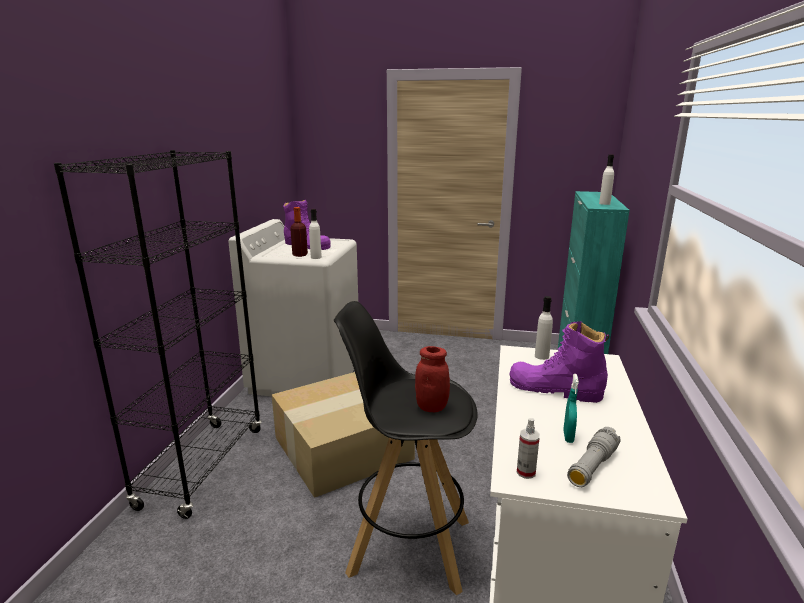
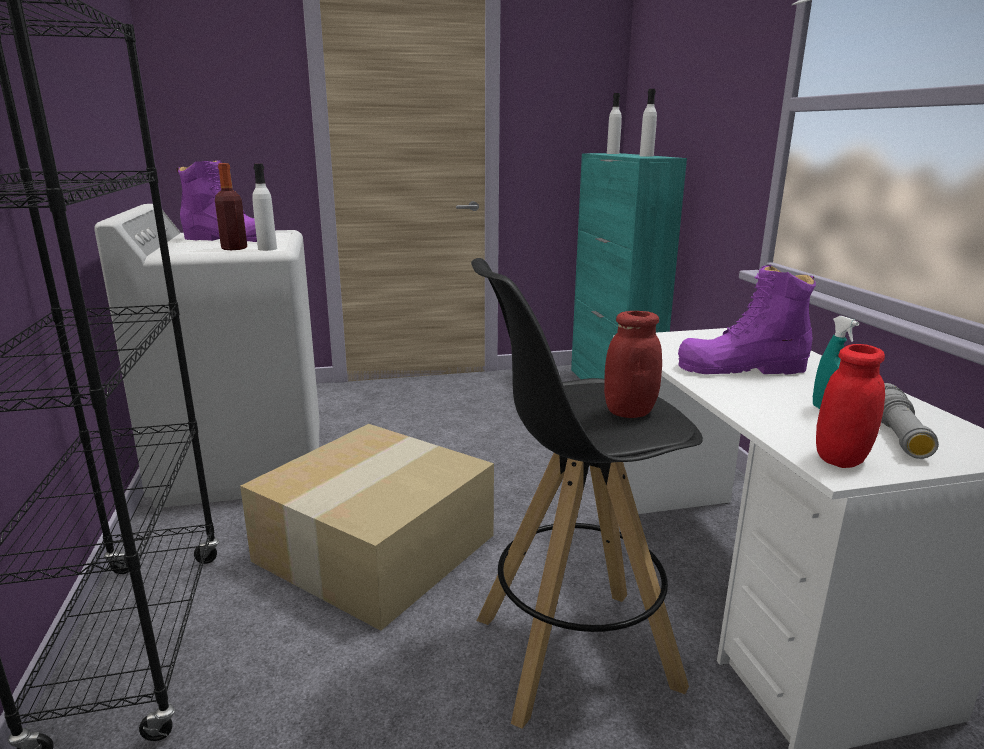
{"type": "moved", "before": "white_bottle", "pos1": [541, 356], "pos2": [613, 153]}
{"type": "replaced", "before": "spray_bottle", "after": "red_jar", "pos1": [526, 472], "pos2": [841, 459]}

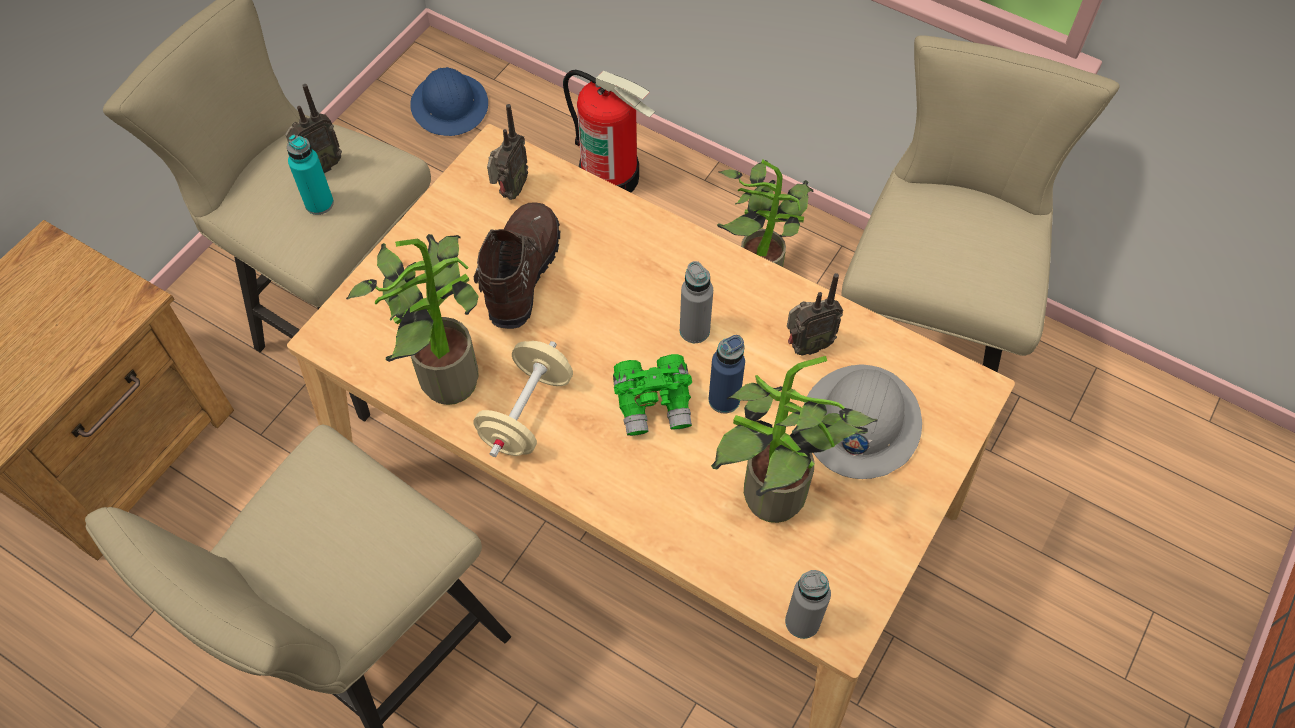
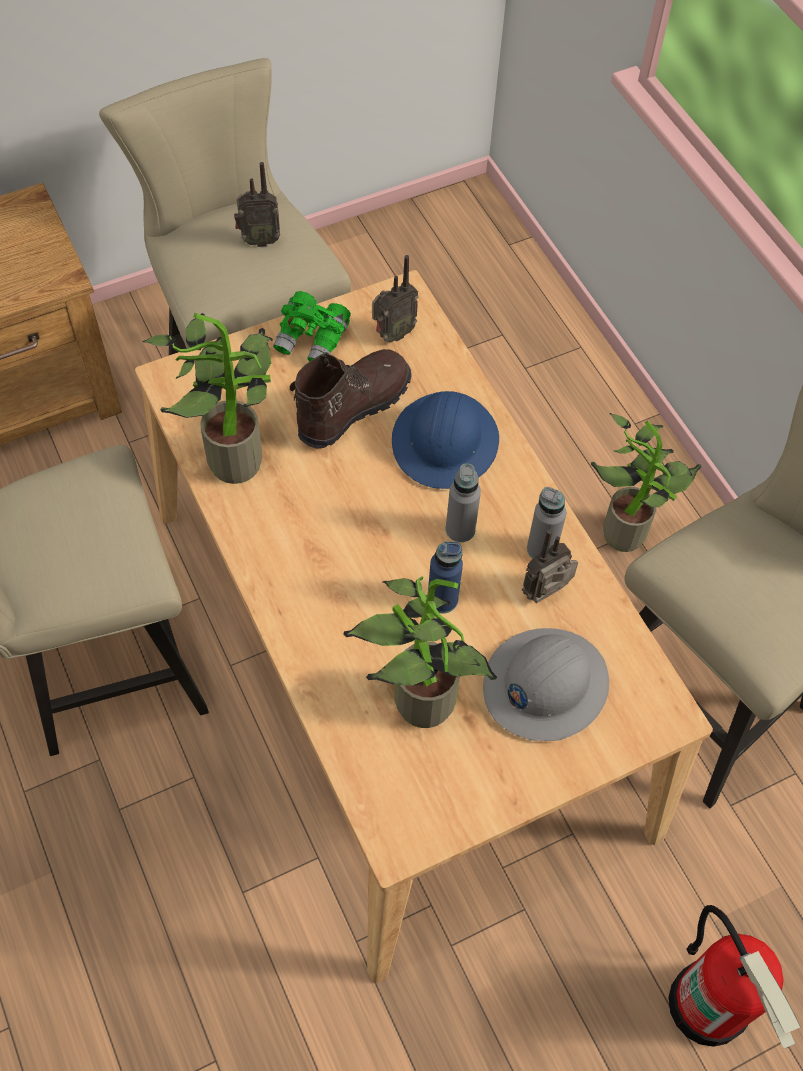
{"type": "moved", "before": "green_binoculars", "pos1": [654, 404], "pos2": [313, 340]}
{"type": "moved", "before": "blue_hard_hat", "pos1": [450, 106], "pos2": [445, 442]}
{"type": "turned", "before": "radio", "pos1": [806, 345], "pos2": [546, 594], "turn": 135}
{"type": "moved", "before": "grey_bottle", "pos1": [802, 621], "pos2": [541, 549]}
{"type": "moved", "before": "fire_extinguisher", "pos1": [610, 176], "pos2": [709, 1004]}
{"type": "removed", "before": "turquoise_bottle", "pos1": [319, 203]}
{"type": "removed", "before": "beige_dumbbell", "pos1": [526, 413]}

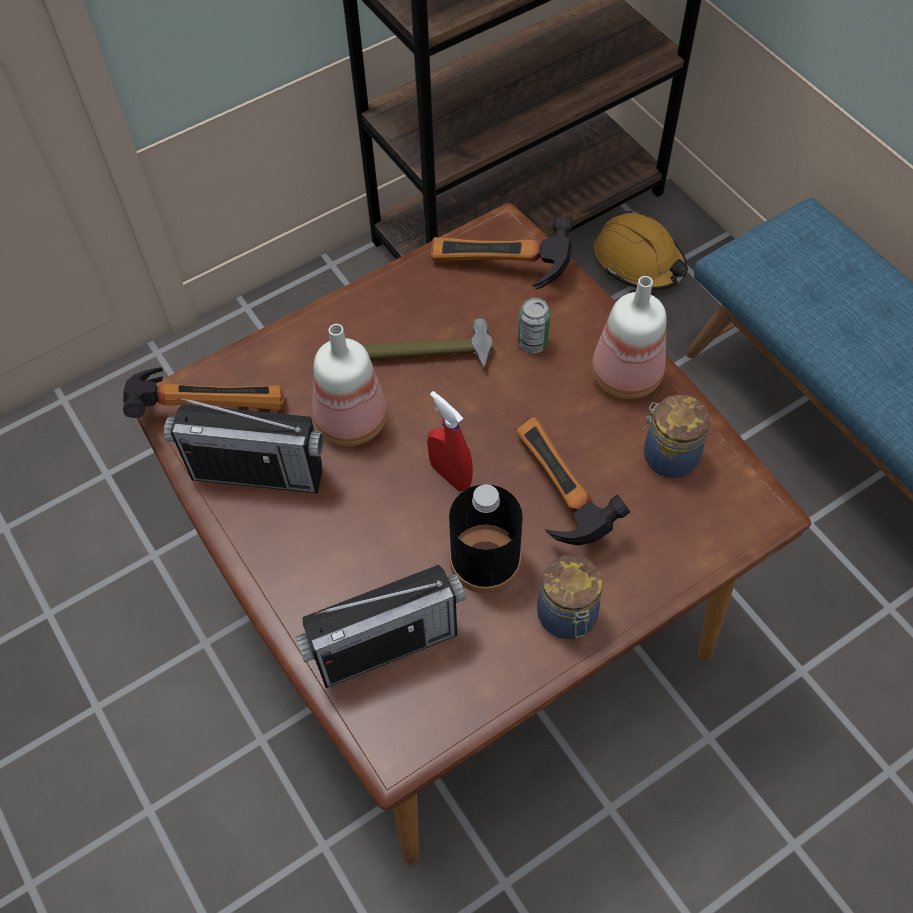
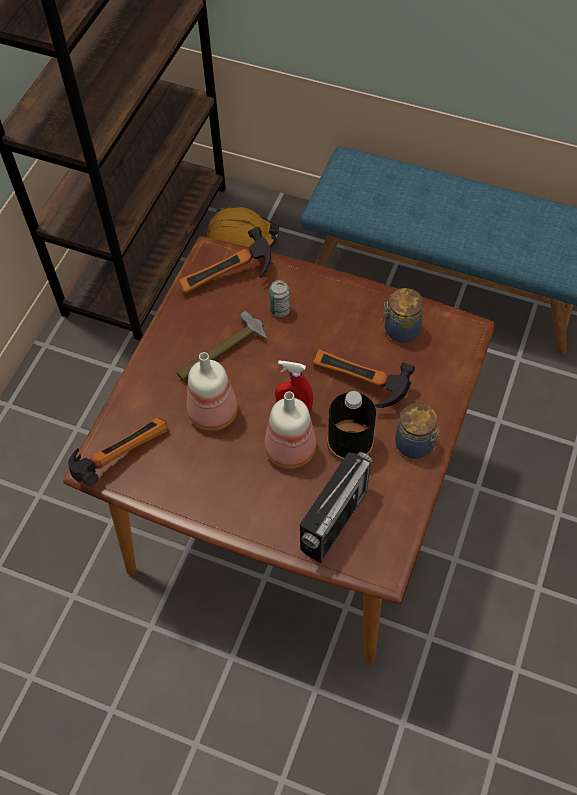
{"type": "moved", "before": "bottle", "pos1": [623, 376], "pos2": [289, 451]}
{"type": "removed", "before": "radio", "pos1": [258, 472]}

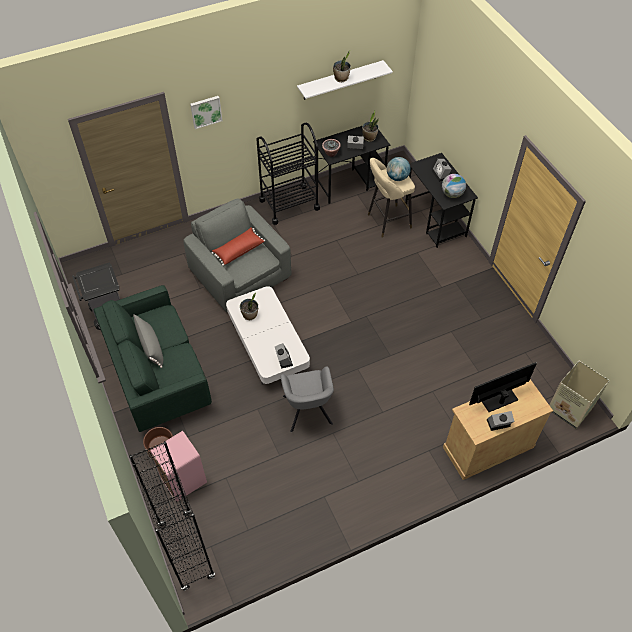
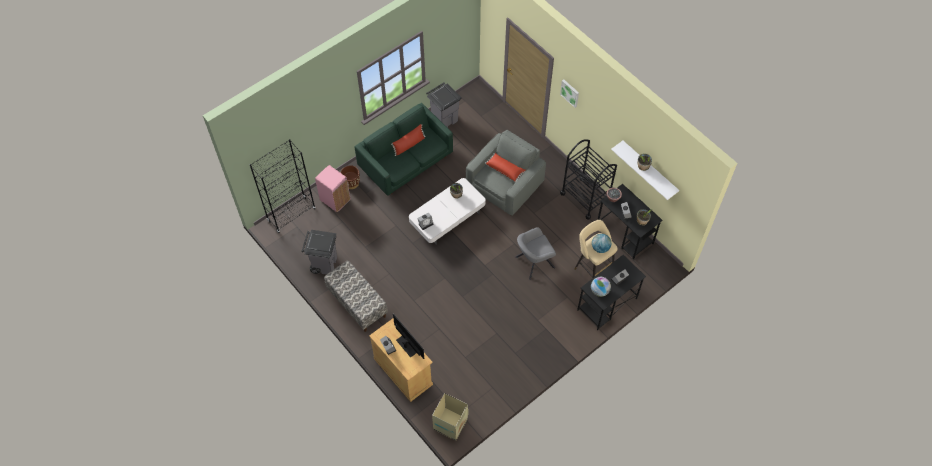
{"type": "added", "after": "grey_trash_can", "pos2": [324, 263]}
{"type": "added", "after": "bench", "pos2": [357, 303]}
{"type": "recoloured", "before": "grey_pillow", "after": "red_pillow", "pos1": [151, 346], "pos2": [409, 145]}
{"type": "moved", "before": "grey_armchair", "pos1": [308, 412], "pos2": [533, 263]}

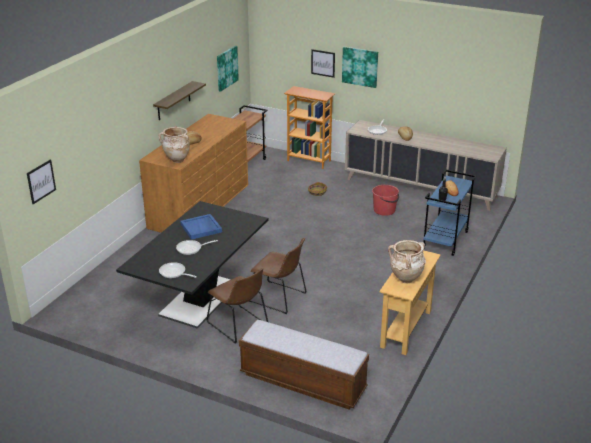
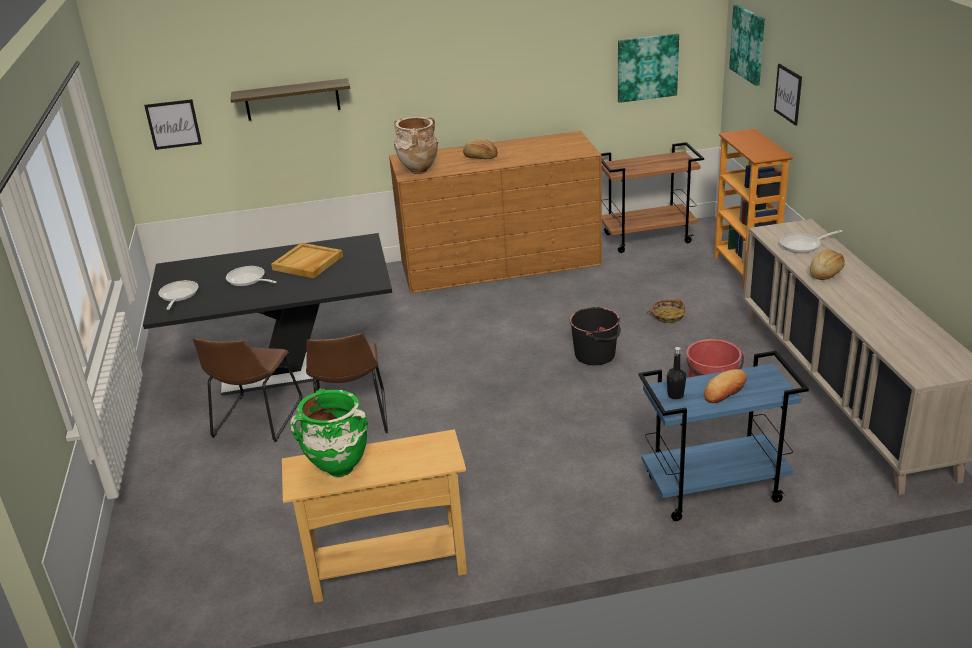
{"type": "moved", "before": "shelf", "pos1": [174, 101], "pos2": [292, 99]}
{"type": "recoloured", "before": "blue_tray", "after": "beige_tray", "pos1": [201, 228], "pos2": [308, 263]}
{"type": "recoloured", "before": "beige_vase", "after": "green_vase", "pos1": [405, 280], "pos2": [338, 469]}
{"type": "added", "after": "black_bucket", "pos2": [595, 355]}
{"type": "moved", "before": "picture", "pos1": [360, 66], "pos2": [748, 44]}
{"type": "removed", "before": "bench", "pos1": [302, 381]}

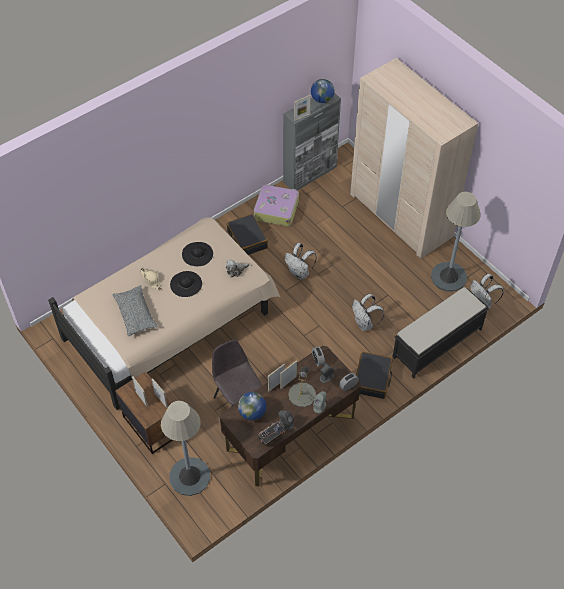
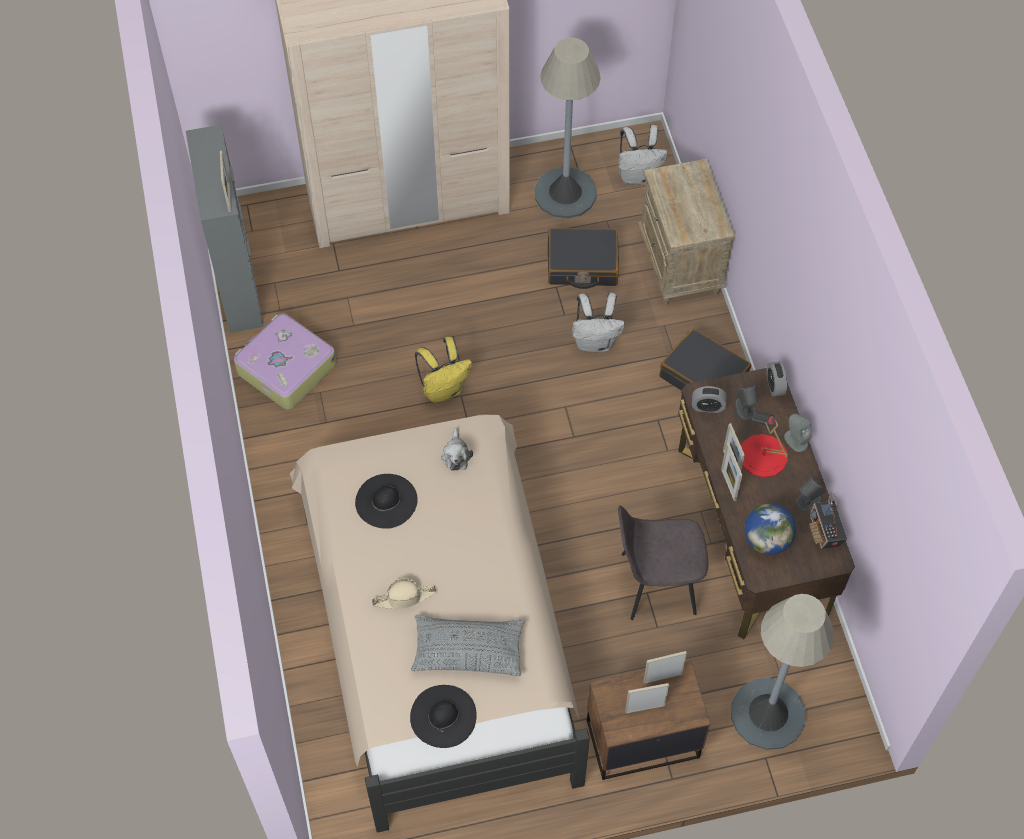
{"type": "moved", "before": "black_hat", "pos1": [186, 284], "pos2": [443, 716]}
{"type": "recoloured", "before": "white_backpack", "after": "yellow_backpack", "pos1": [300, 273], "pos2": [443, 389]}
{"type": "moved", "before": "black_suitcase", "pos1": [247, 239], "pos2": [582, 265]}
{"type": "replaced", "before": "black_bench", "after": "beige_nightstand", "pos1": [436, 343], "pos2": [680, 265]}
{"type": "recoloured", "before": "grey_table_lamp", "after": "red_table_lamp", "pos1": [302, 394], "pos2": [762, 456]}
{"type": "removed", "before": "globe", "pos1": [322, 100]}

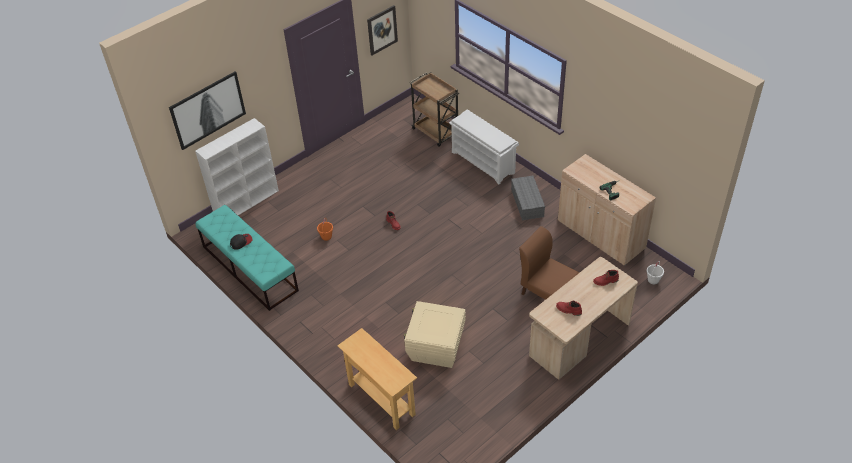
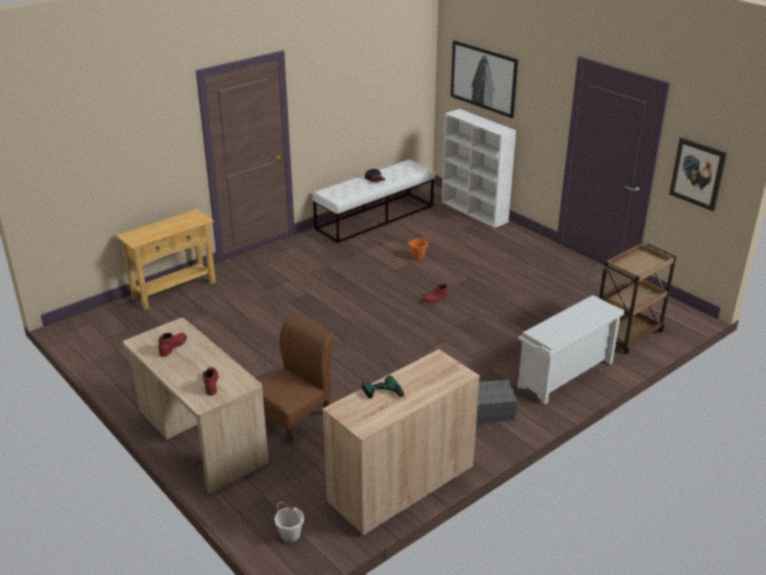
{"type": "recoloured", "before": "turquoise_bench", "after": "white_bench", "pos1": [249, 268], "pos2": [375, 217]}
{"type": "removed", "before": "beige_storage_box", "pos1": [435, 348]}

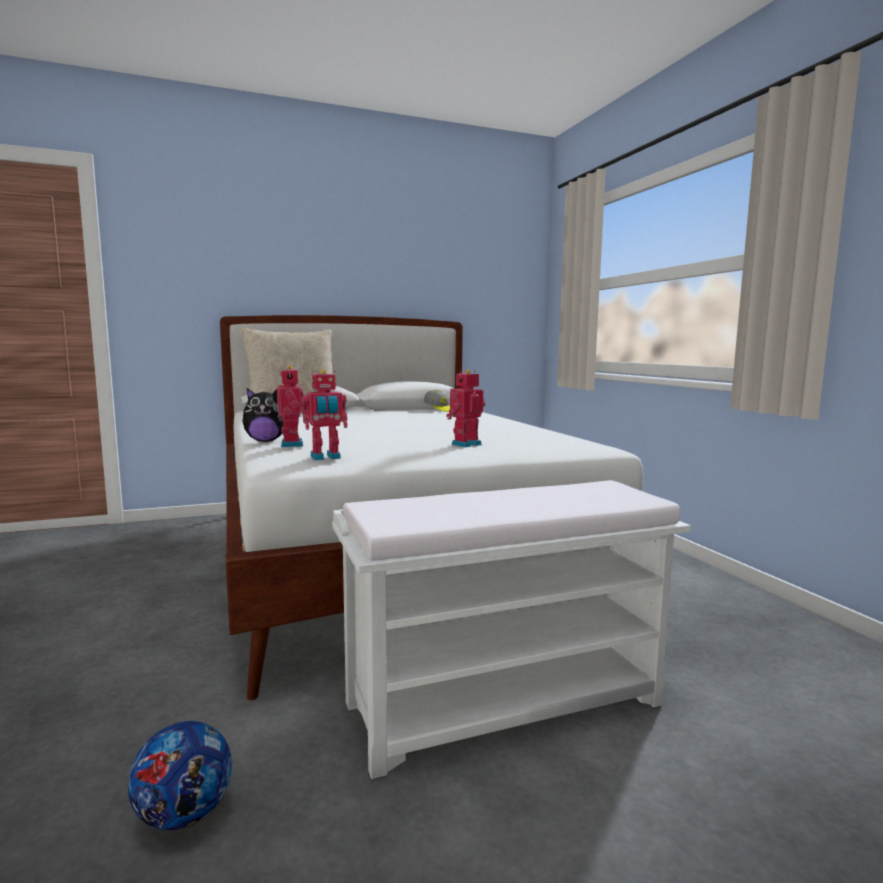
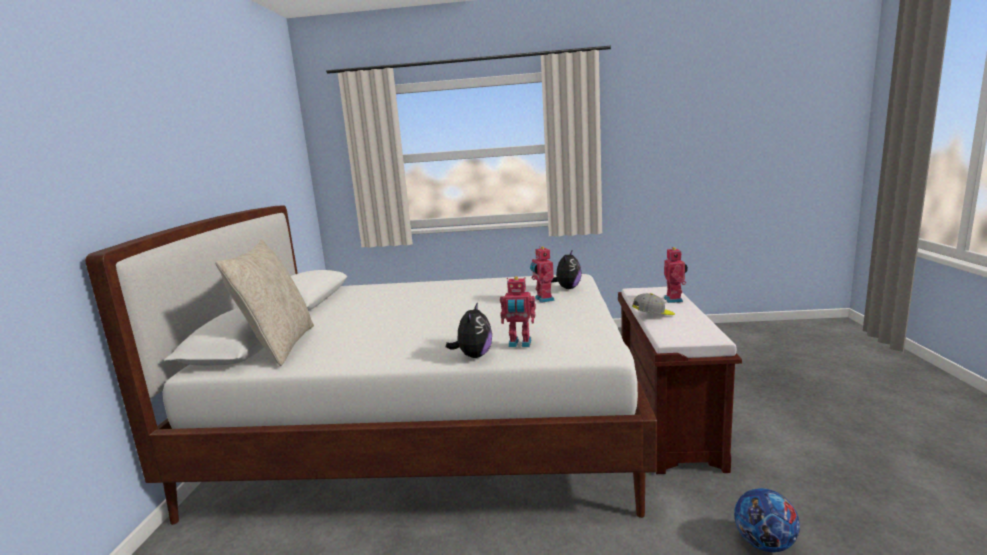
{"type": "added", "after": "plush_toy", "pos2": [567, 288]}
{"type": "recoloured", "before": "white_bench", "after": "brown_bench", "pos1": [506, 702], "pos2": [666, 421]}
{"type": "moved", "before": "cap", "pos1": [439, 410], "pos2": [653, 315]}
{"type": "moved", "before": "toy_robot", "pos1": [325, 457], "pos2": [674, 300]}

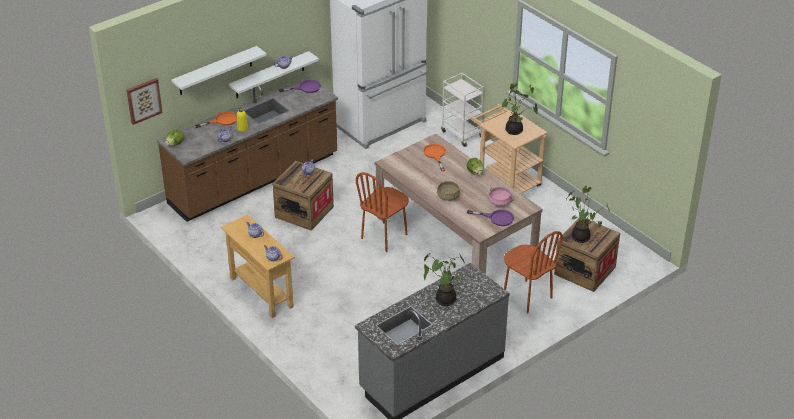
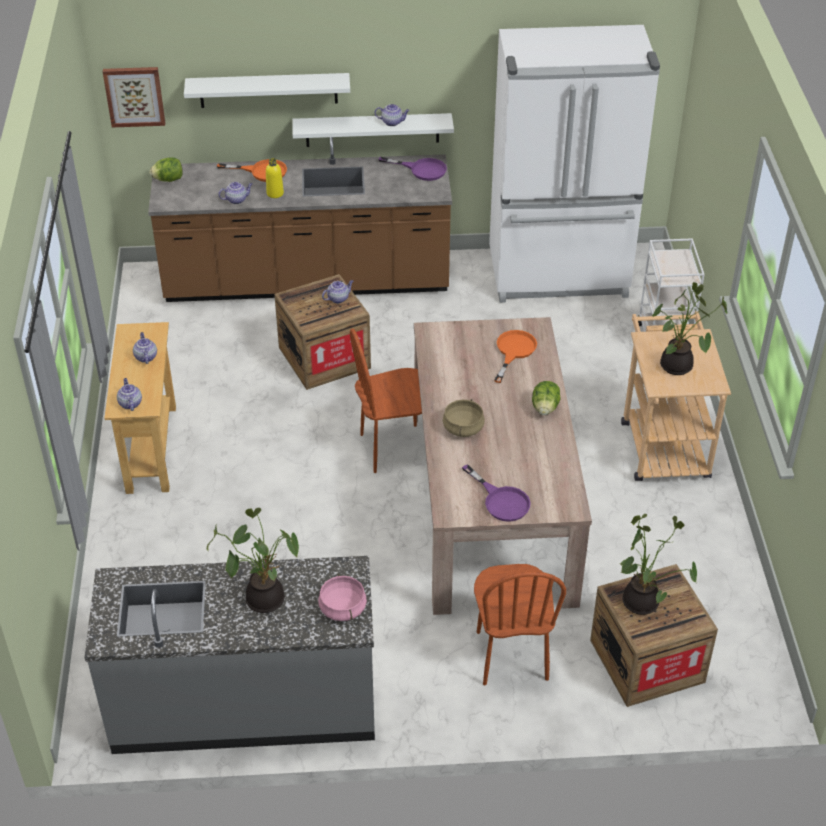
{"type": "moved", "before": "pink_cooking_pot", "pos1": [500, 202], "pos2": [343, 608]}

